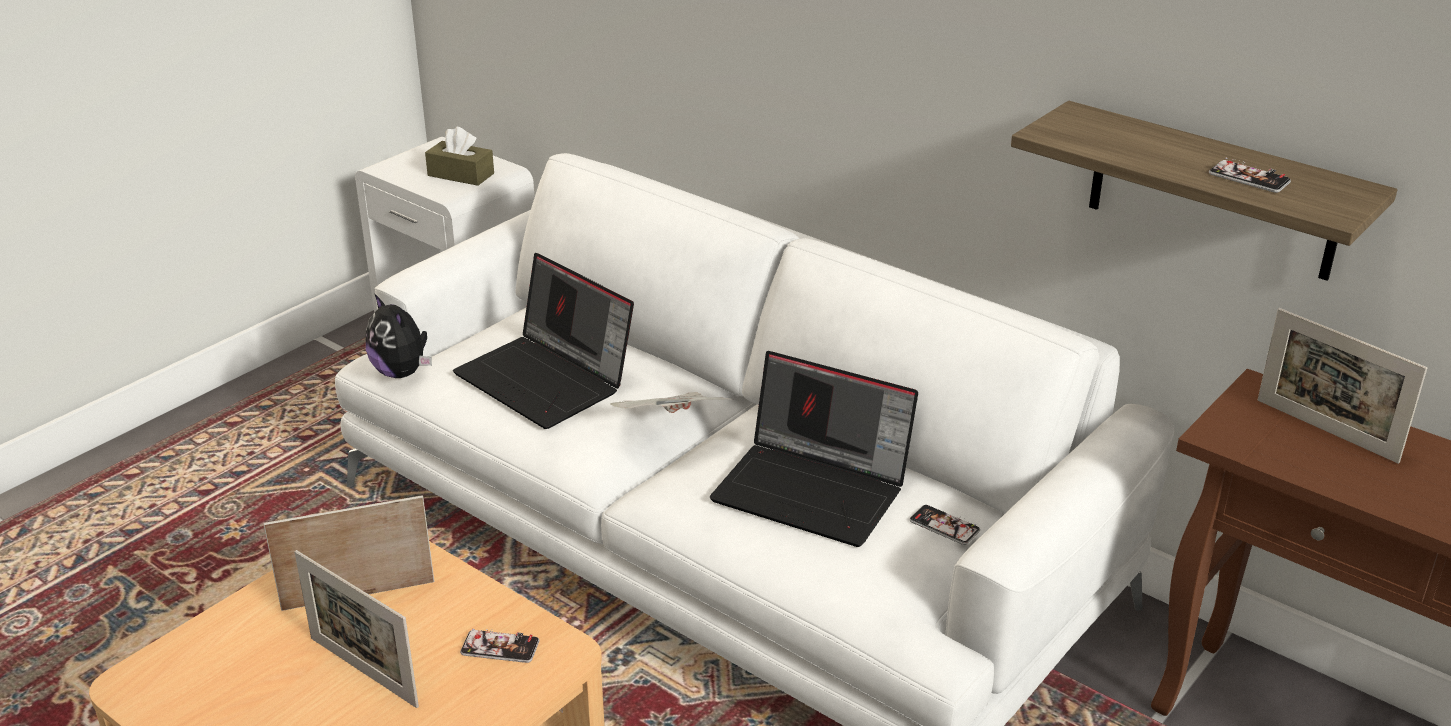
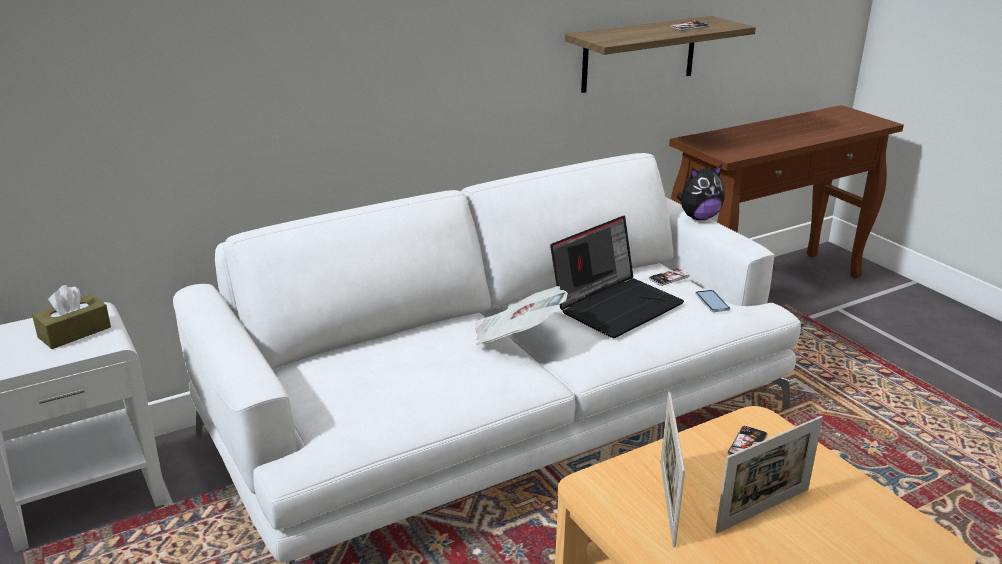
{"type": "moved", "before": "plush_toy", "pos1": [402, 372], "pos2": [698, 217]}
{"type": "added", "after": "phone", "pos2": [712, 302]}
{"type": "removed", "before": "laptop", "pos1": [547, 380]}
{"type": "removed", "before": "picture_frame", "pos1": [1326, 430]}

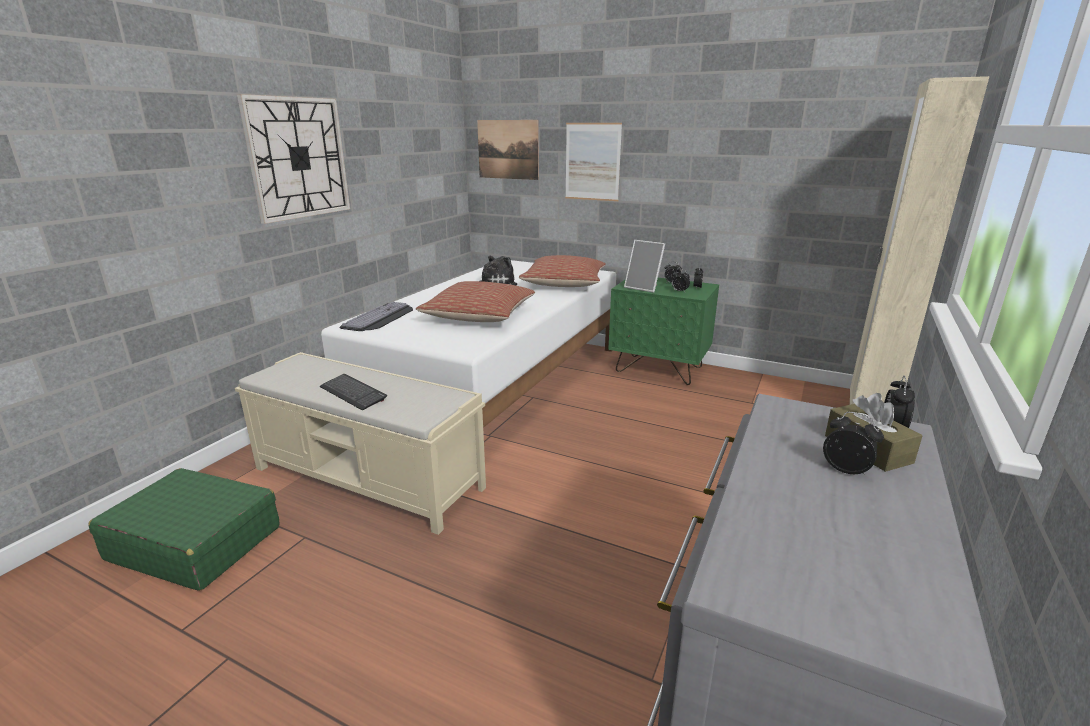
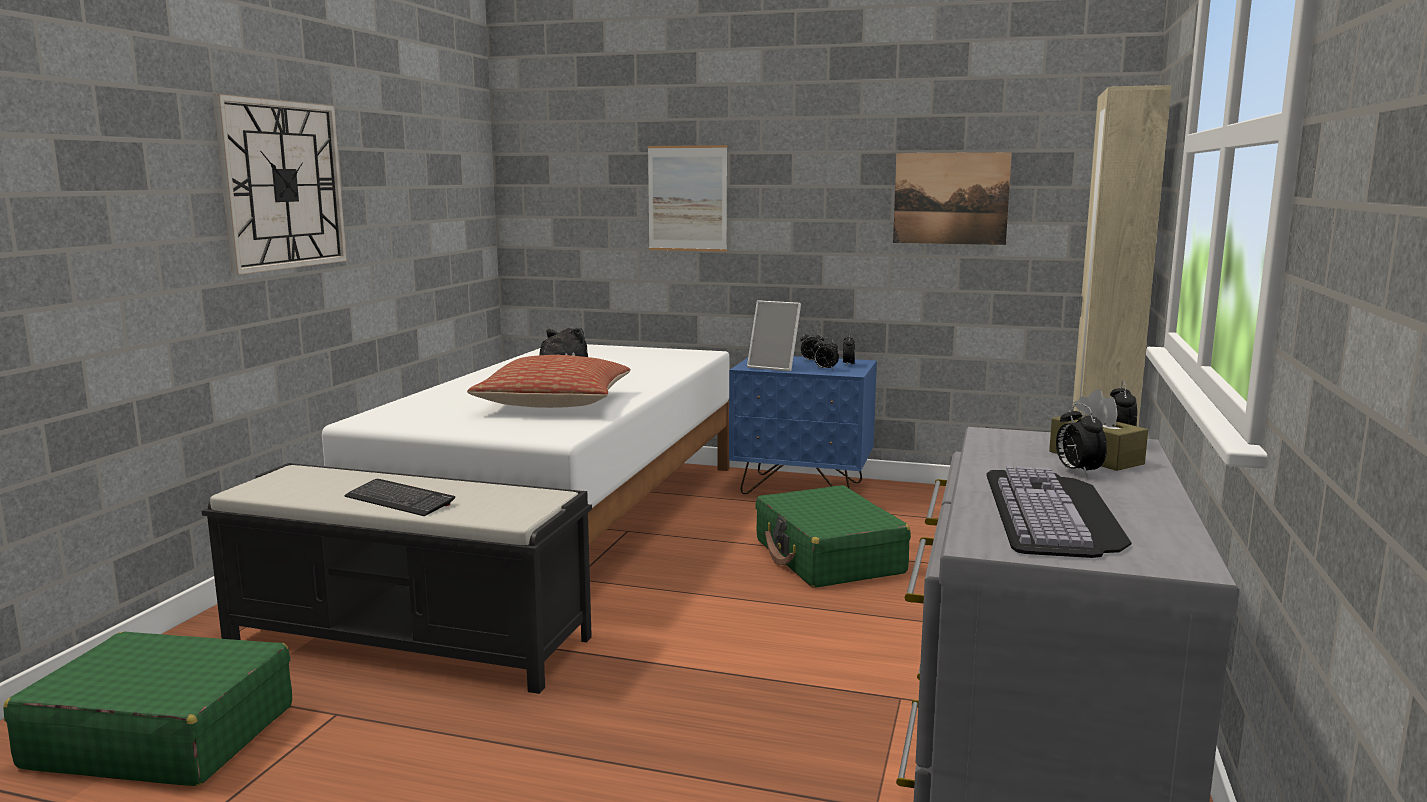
{"type": "recoloured", "before": "beige_bench", "after": "black_bench", "pos1": [369, 478], "pos2": [410, 641]}
{"type": "recoloured", "before": "green_nightstand", "after": "blue_nightstand", "pos1": [659, 369], "pos2": [803, 488]}
{"type": "added", "after": "green_suitcase", "pos2": [828, 557]}
{"type": "moved", "before": "picture", "pos1": [508, 149], "pos2": [950, 198]}
{"type": "moved", "before": "keyboard", "pos1": [381, 318], "pos2": [1055, 513]}
{"type": "turned", "before": "alarm_clock", "pos1": [846, 469], "pos2": [1077, 471], "turn": -135}
{"type": "removed", "before": "pillow", "pos1": [564, 284]}

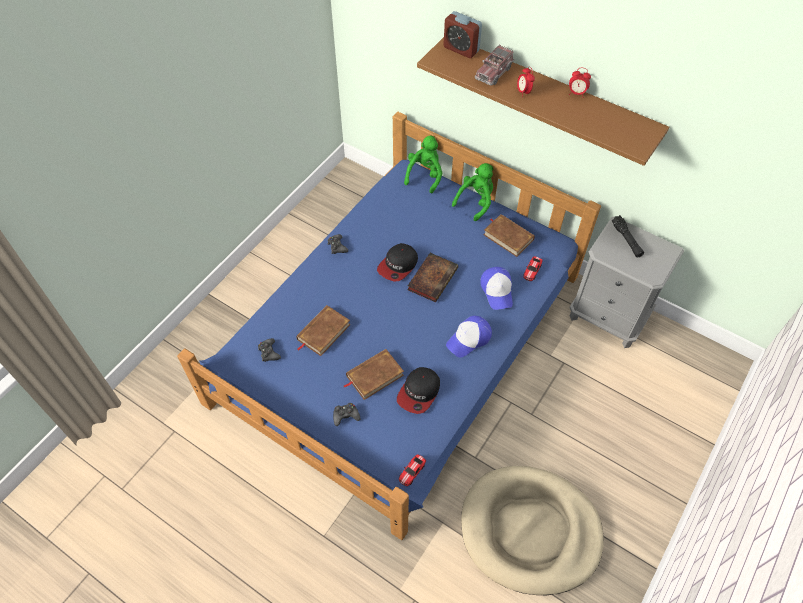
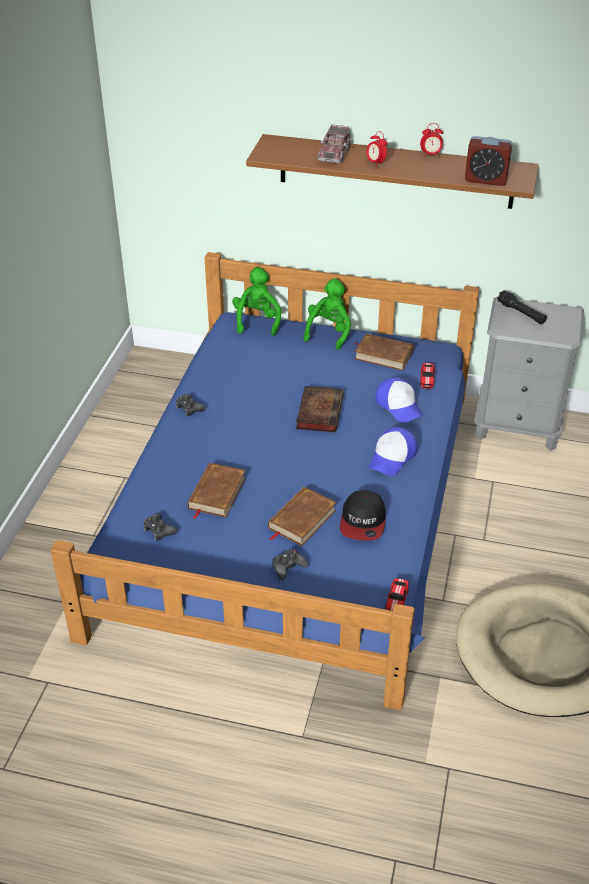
{"type": "moved", "before": "alarm_clock", "pos1": [461, 49], "pos2": [486, 180]}
{"type": "removed", "before": "cap", "pos1": [398, 265]}

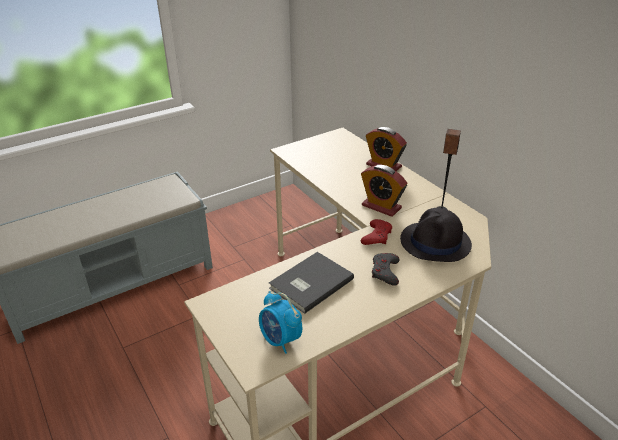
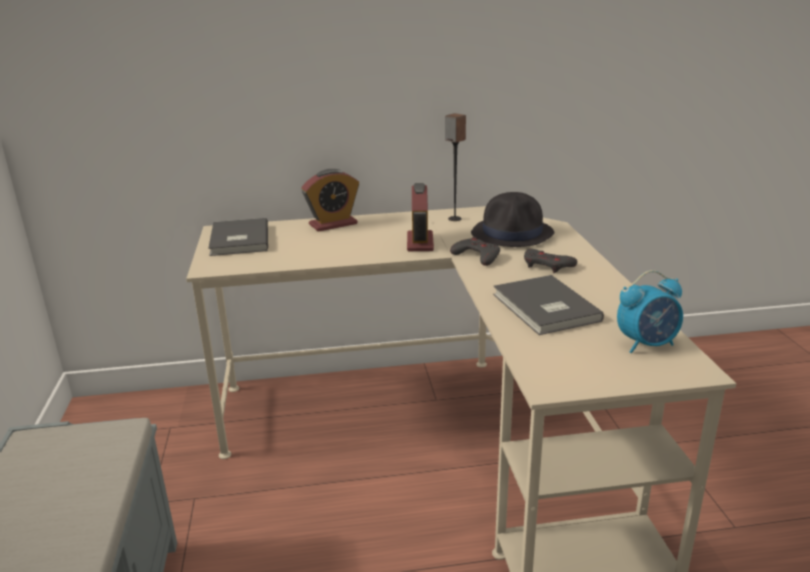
{"type": "added", "after": "grey_book", "pos2": [237, 240]}
{"type": "turned", "before": "alarm_clock", "pos1": [381, 207], "pos2": [420, 242], "turn": 120}
{"type": "recoloured", "before": "red_game_controller", "after": "grey_game_controller", "pos1": [377, 236], "pos2": [477, 256]}

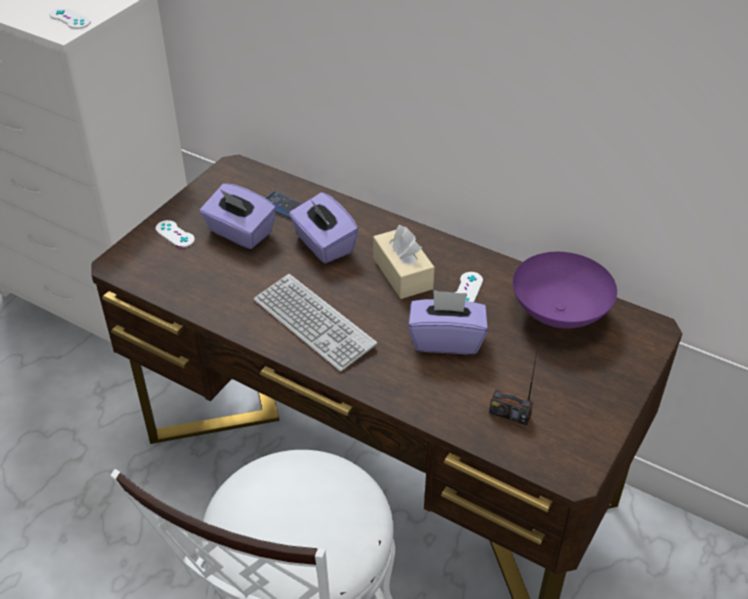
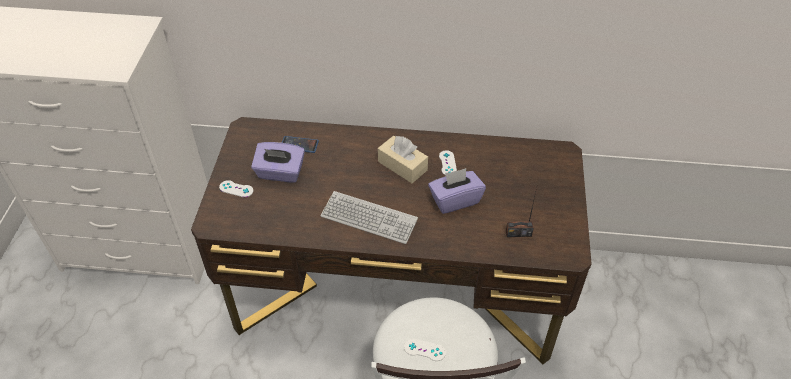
{"type": "moved", "before": "white_game_controller", "pos1": [70, 19], "pos2": [424, 350]}
{"type": "removed", "before": "purple_tissue_box", "pos1": [323, 244]}
{"type": "removed", "before": "purple_bowl", "pos1": [559, 314]}

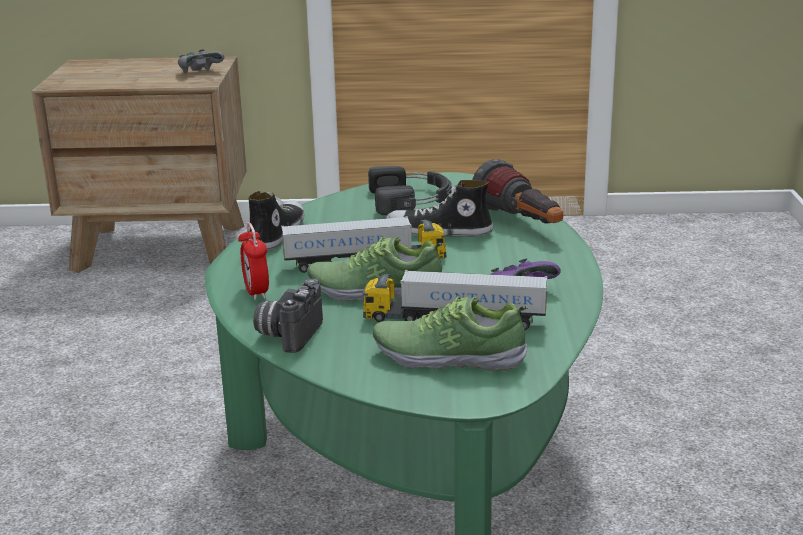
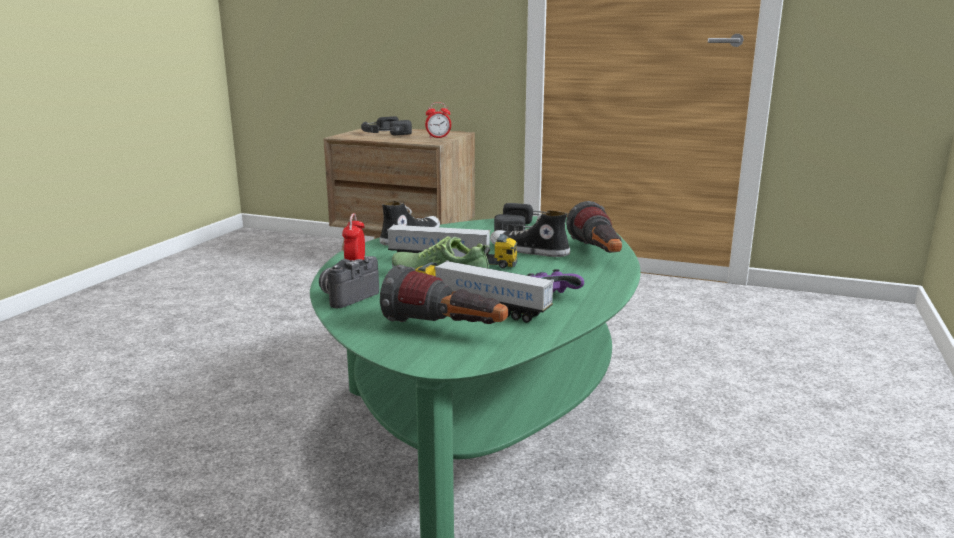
{"type": "added", "after": "black_headphones", "pos2": [383, 133]}
{"type": "replaced", "before": "shoe", "after": "flashlight", "pos1": [448, 357], "pos2": [446, 330]}
{"type": "replaced", "before": "grey_game_controller", "after": "alarm_clock", "pos1": [200, 72], "pos2": [438, 137]}

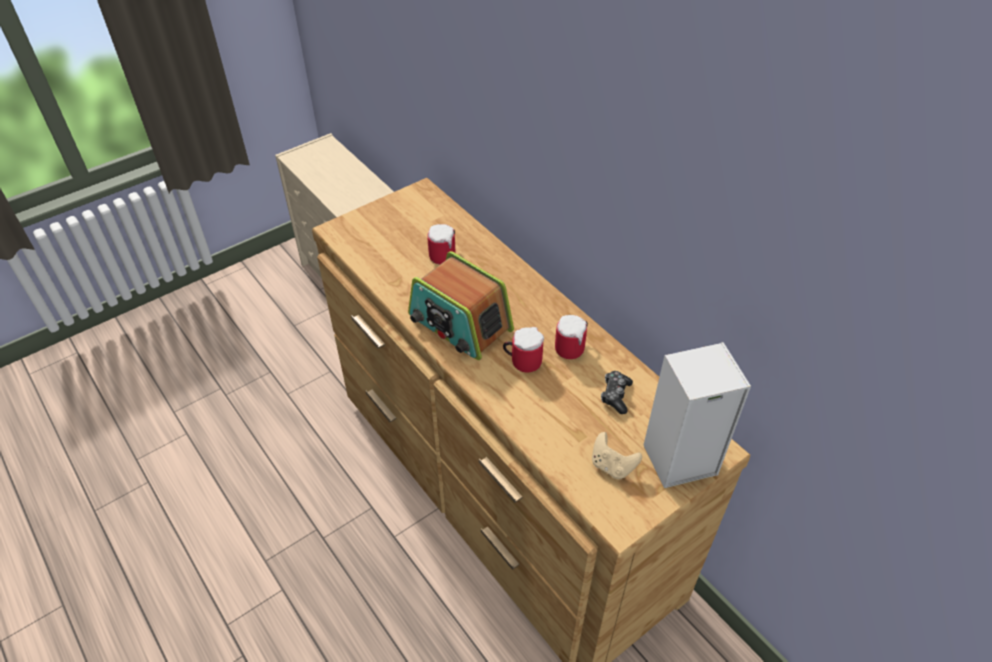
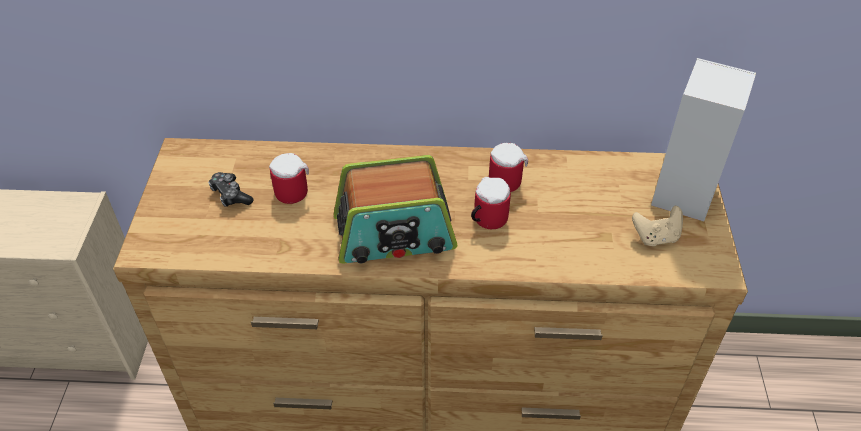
{"type": "moved", "before": "game_controller", "pos1": [615, 395], "pos2": [231, 195]}

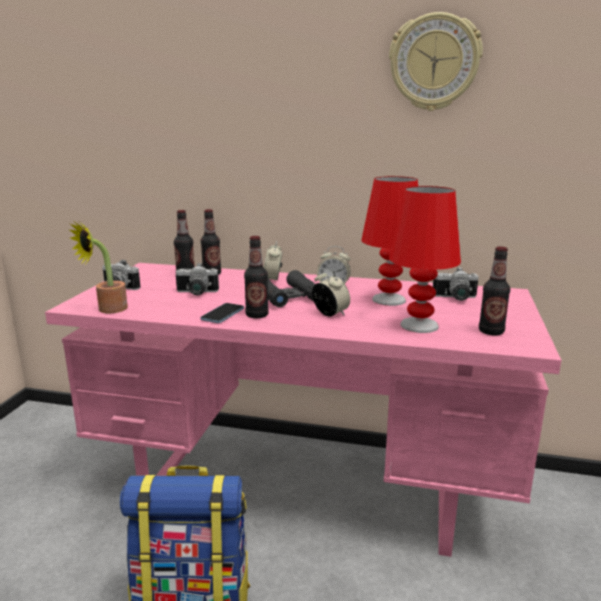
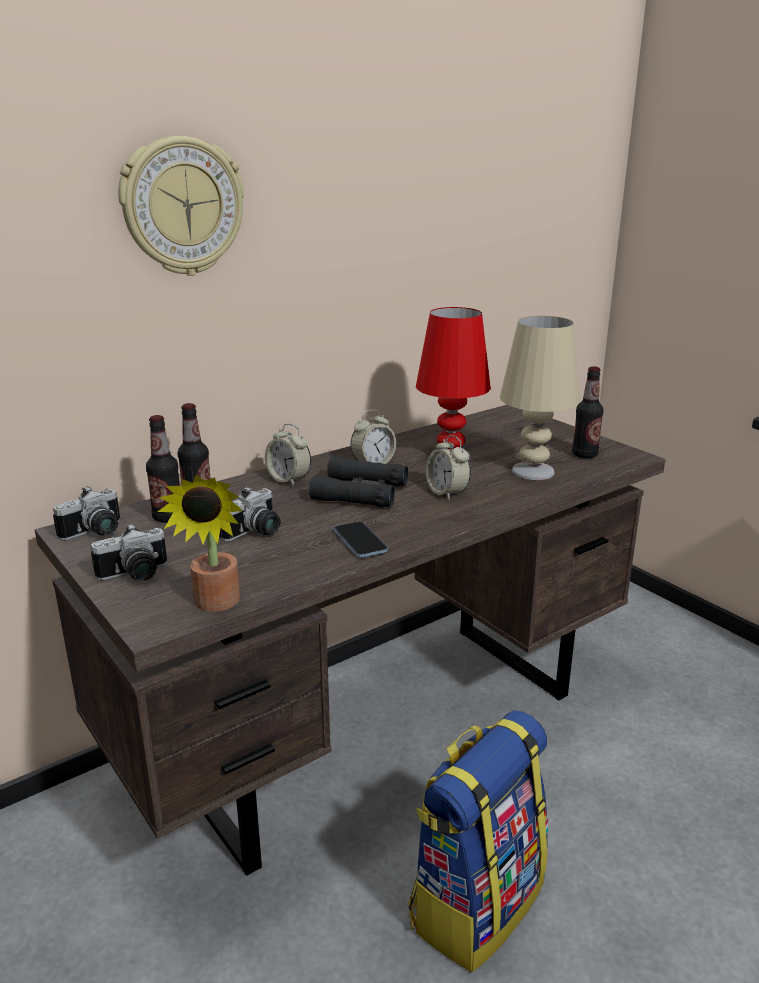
{"type": "recoloured", "before": "pink_desk", "after": "brown_desk", "pos1": [303, 486], "pos2": [380, 726]}
{"type": "moved", "before": "photo_camera", "pos1": [455, 298], "pos2": [96, 533]}
{"type": "moved", "before": "wall_clock", "pos1": [434, 63], "pos2": [182, 207]}
{"type": "turned", "before": "alarm_clock", "pos1": [330, 314], "pos2": [447, 493], "turn": -120}
{"type": "recoloured", "before": "red_table_lamp", "after": "beige_table_lamp", "pos1": [419, 325], "pos2": [532, 471]}
{"type": "removed", "before": "bottle", "pos1": [257, 315]}

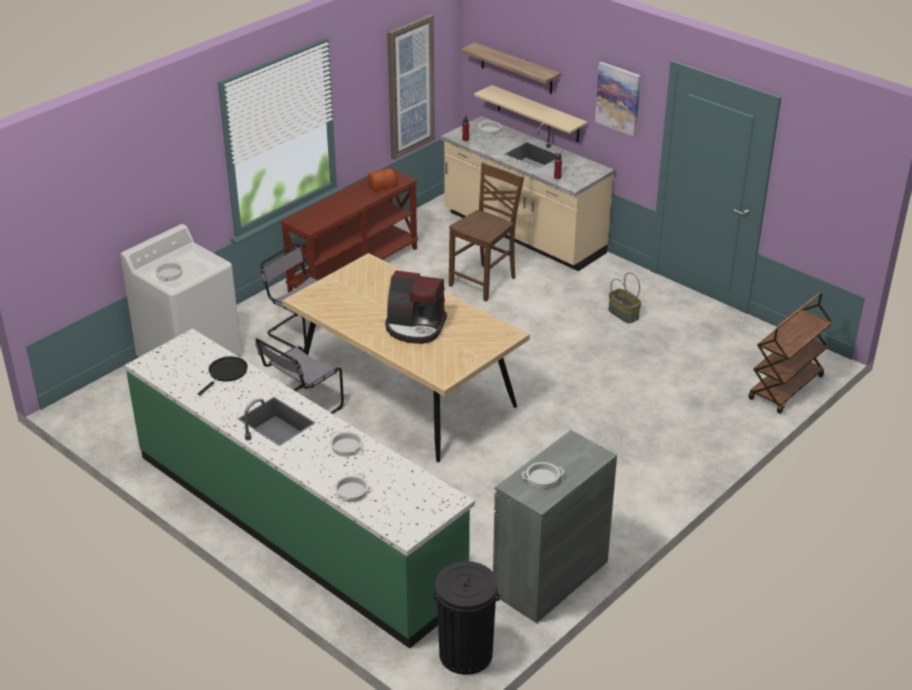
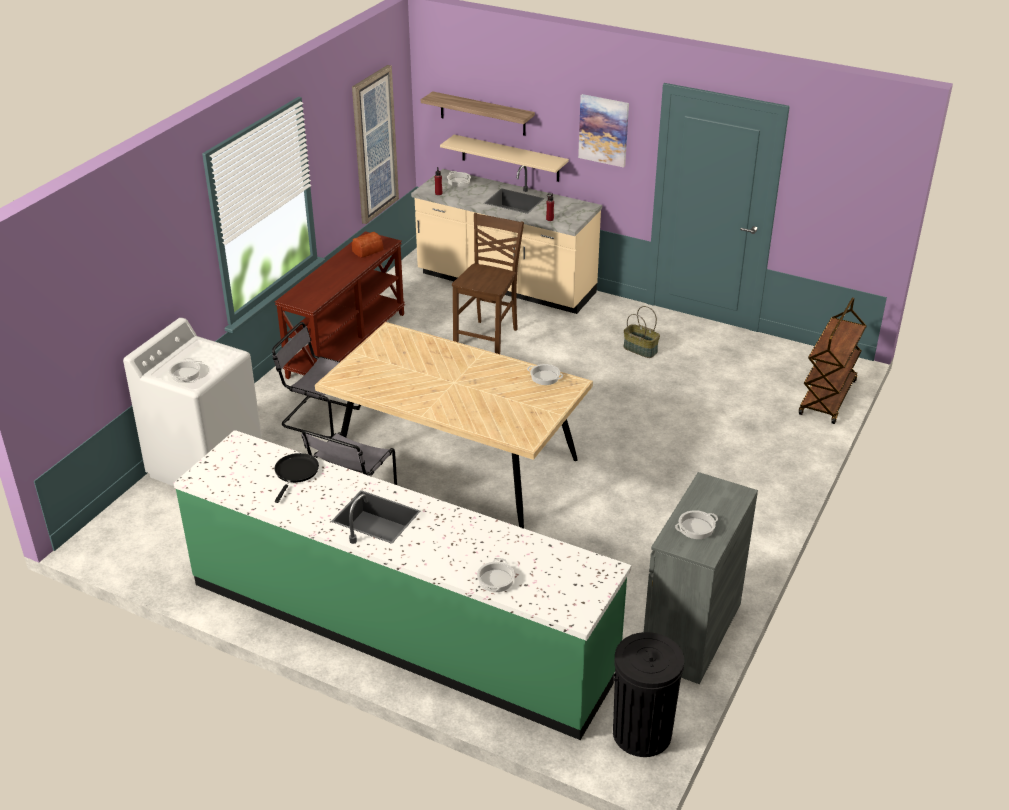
{"type": "moved", "before": "cooking_pot", "pos1": [346, 447], "pos2": [545, 377]}
{"type": "removed", "before": "coffee_machine", "pos1": [415, 327]}

